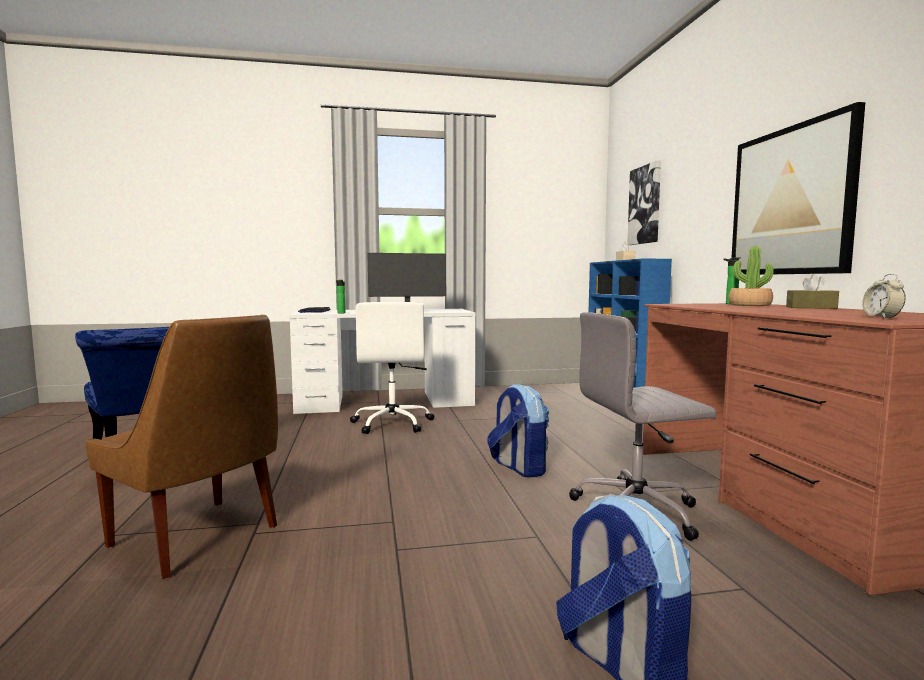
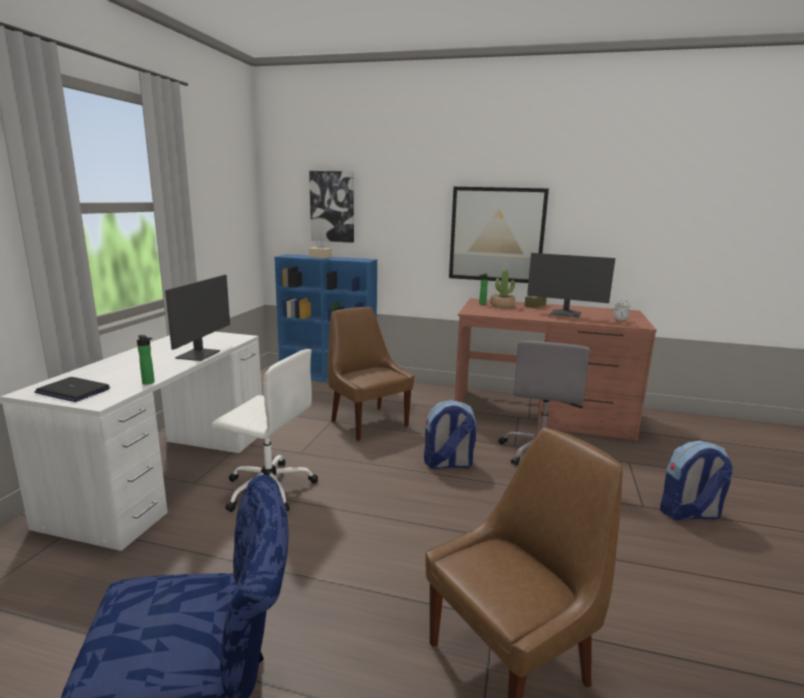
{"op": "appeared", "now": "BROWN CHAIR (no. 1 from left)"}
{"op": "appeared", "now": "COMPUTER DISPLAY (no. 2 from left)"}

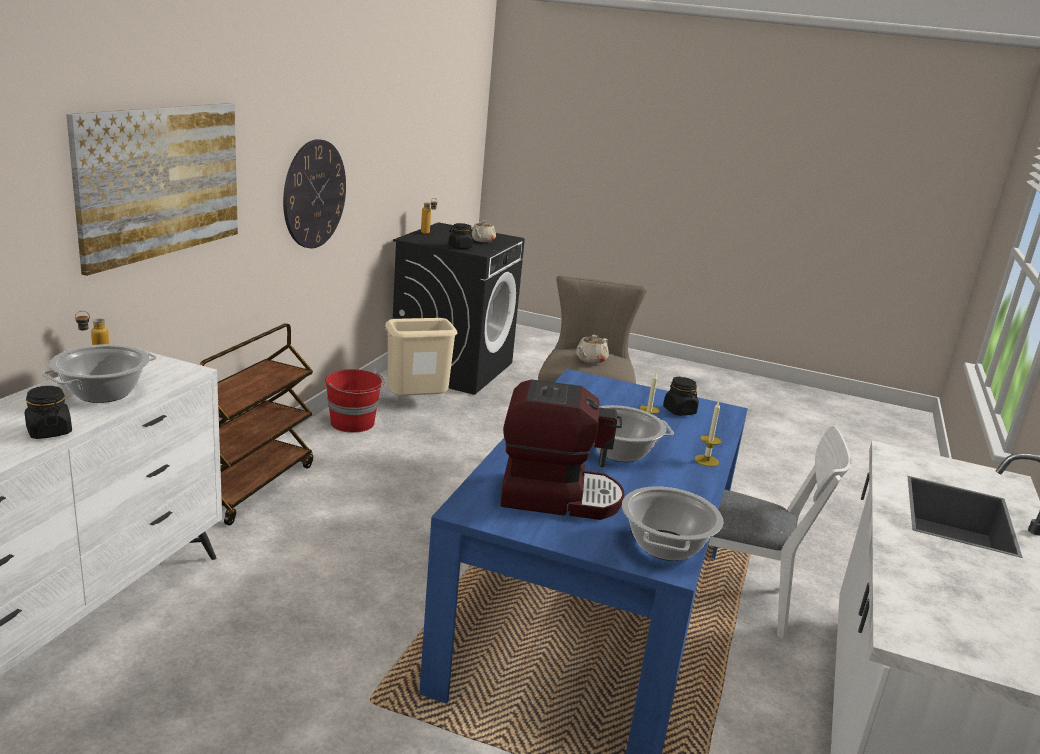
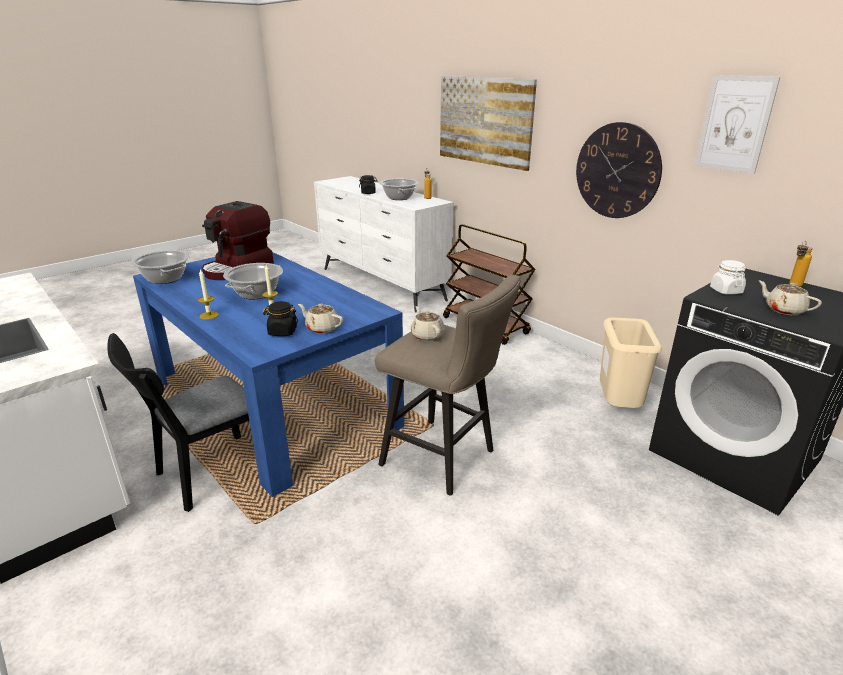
{"op": "colour", "was": "WHITISH CHAIR", "now": "BLACKISH CHAIR"}
{"op": "appeared", "now": "BEIGE TEAPOT (no. 1 from left)"}
{"op": "appeared", "now": "PICTURE (no. 2 from left)"}
{"op": "colour", "was": "BLACKISH JAR (no. 2 from left)", "now": "WHITISH JAR"}
{"op": "missing", "was": "REDDISH PAIL"}

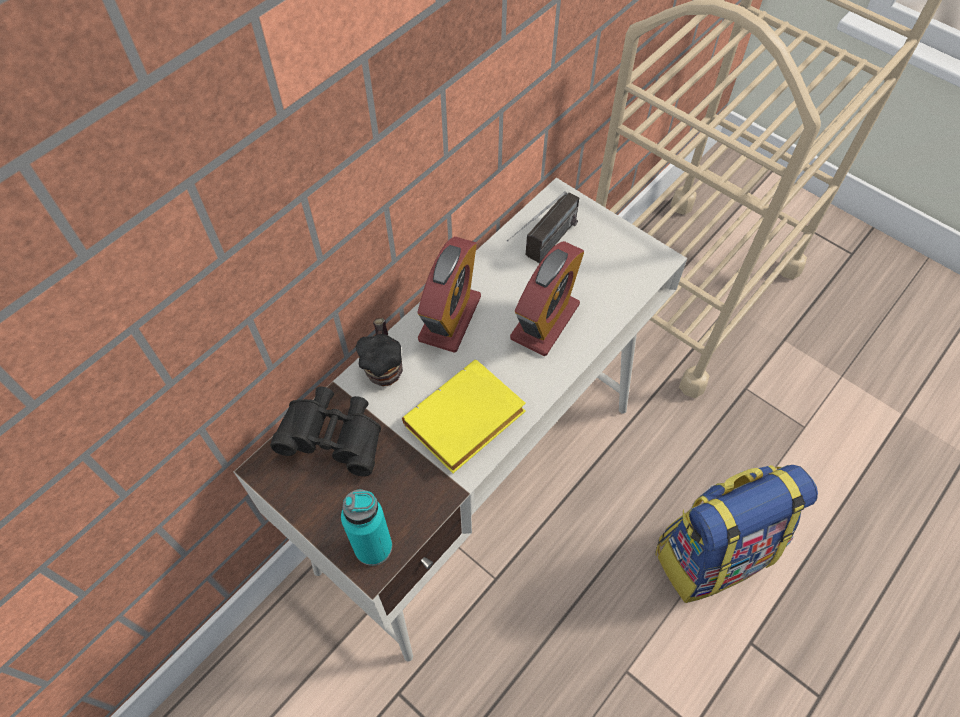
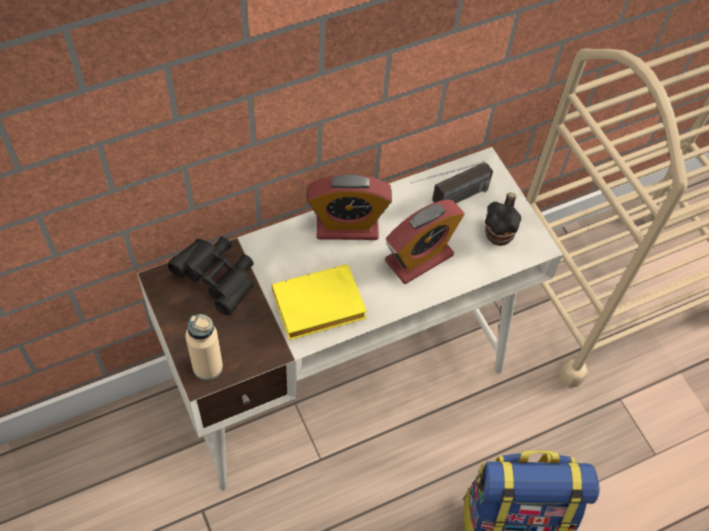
{"op": "colour", "was": "BLUE-GREEN BEVERAGE BOTTLE", "now": "BEIGE BEVERAGE BOTTLE"}
{"op": "spun", "was": "ALARM CLOCK (no. 1 from left)", "clockwise": 45}
{"op": "relocated", "was": "COFFEE MUG"}

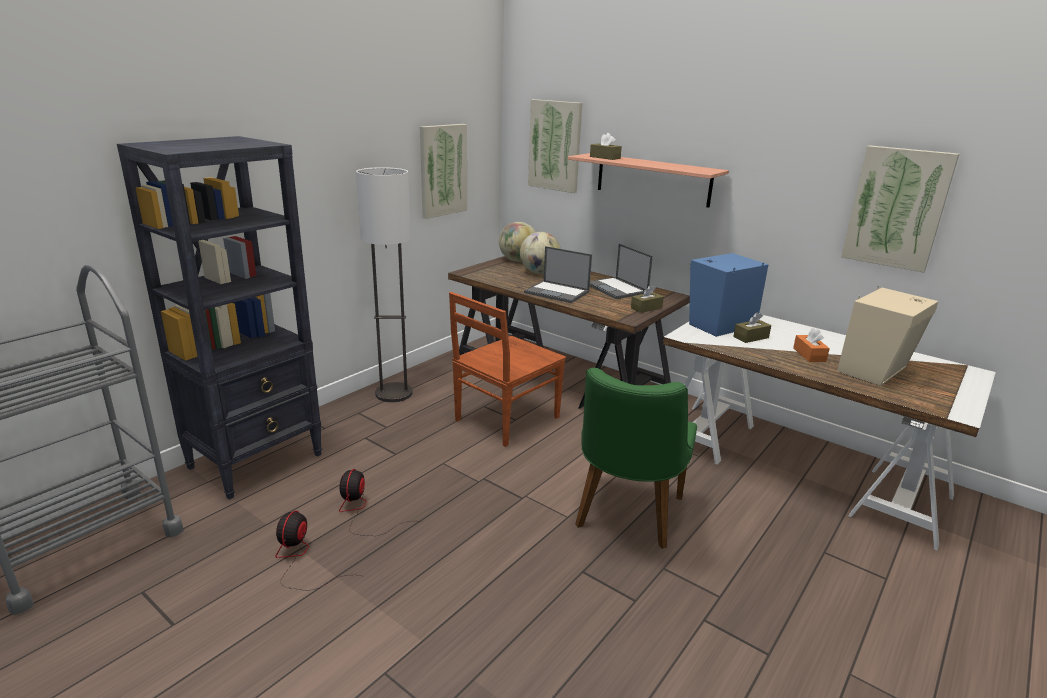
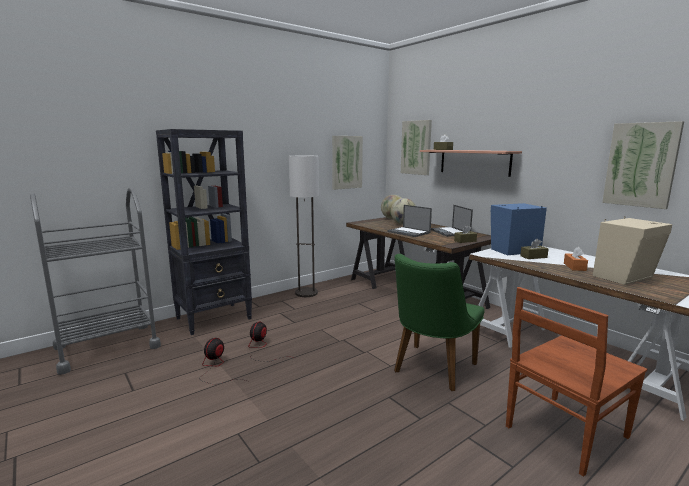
{"op": "relocated", "was": "BROWN CHAIR"}

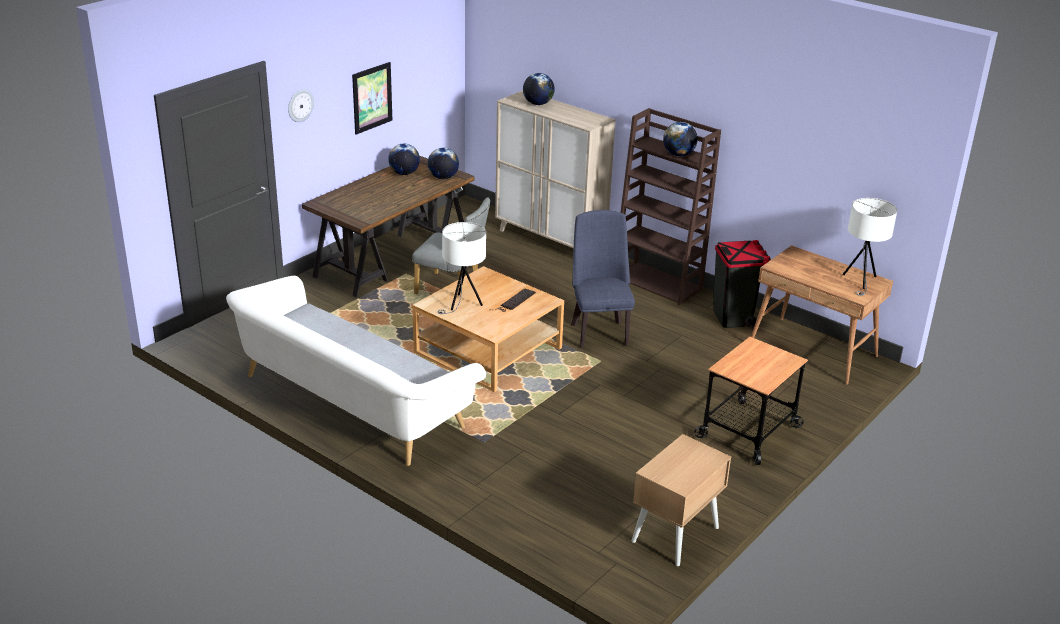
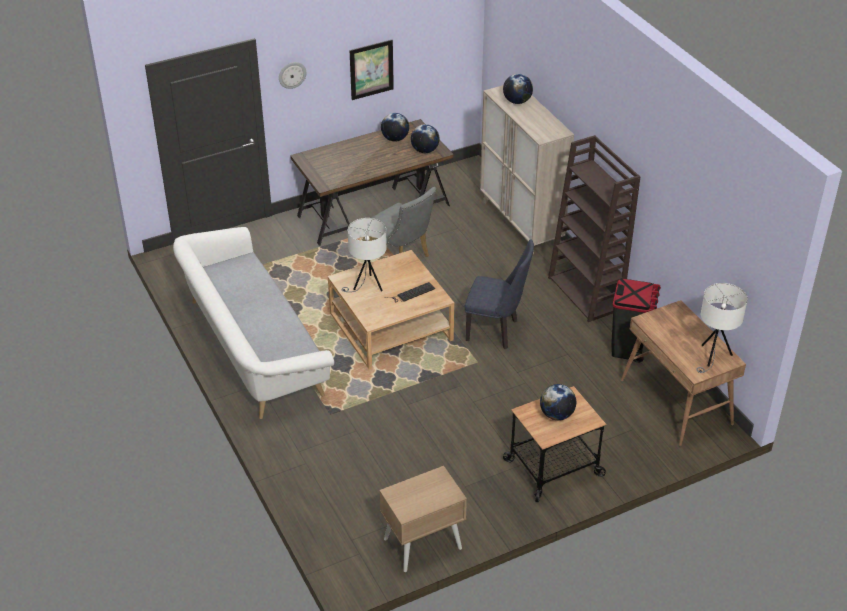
{"op": "spun", "was": "BLUISH CHAIR", "clockwise": 90}
{"op": "relocated", "was": "DESK GLOBE (no. 4 from left)"}

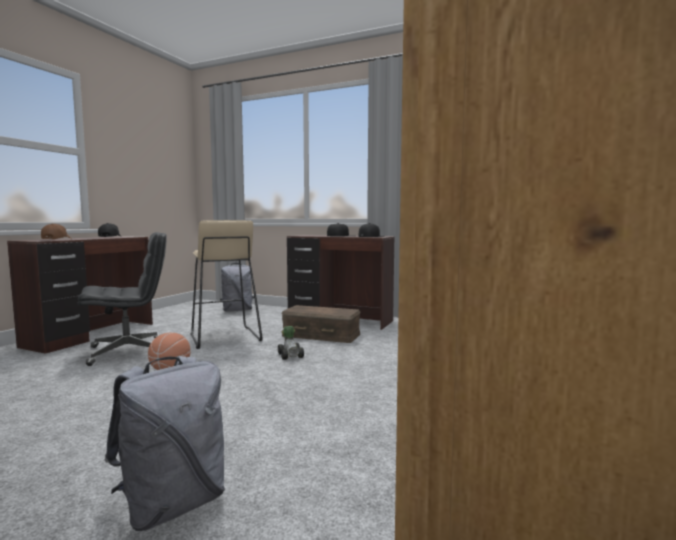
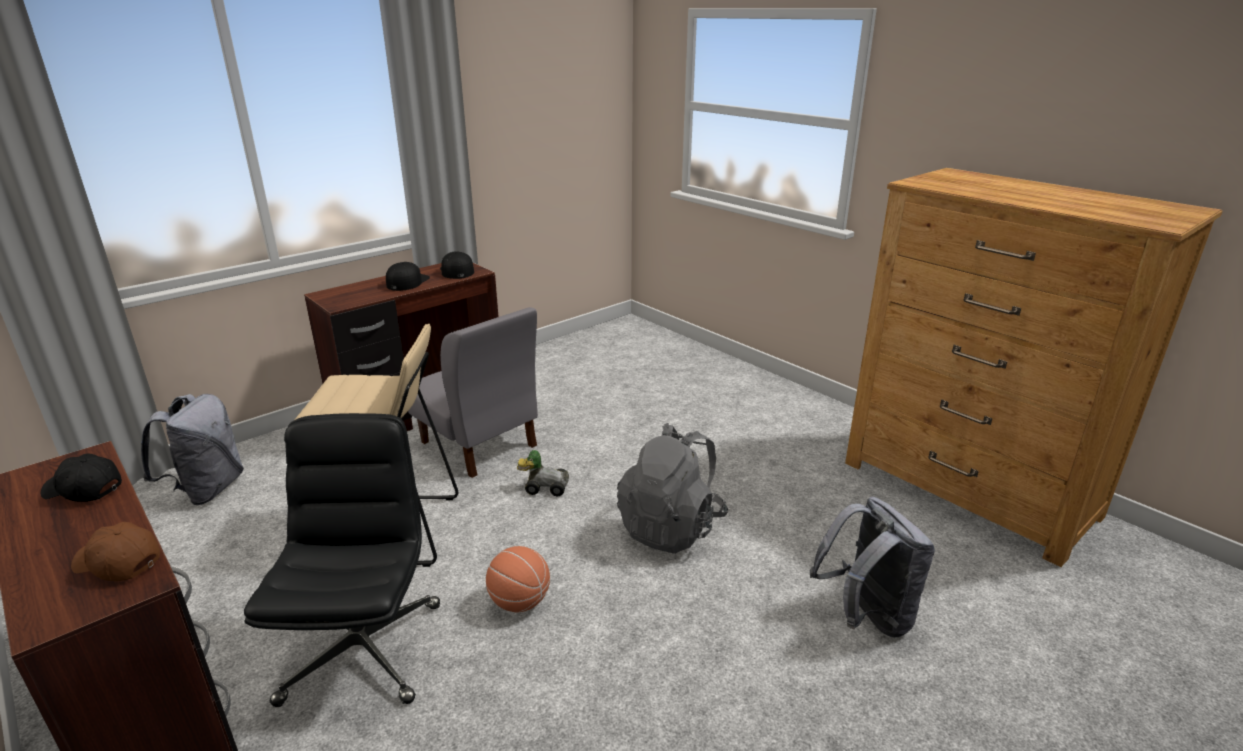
{"op": "exchanged", "was": "BROWN STORAGE BOX", "now": "GREY CHAIR"}
{"op": "appeared", "now": "GREY BACKPACK (no. 2 from left)"}

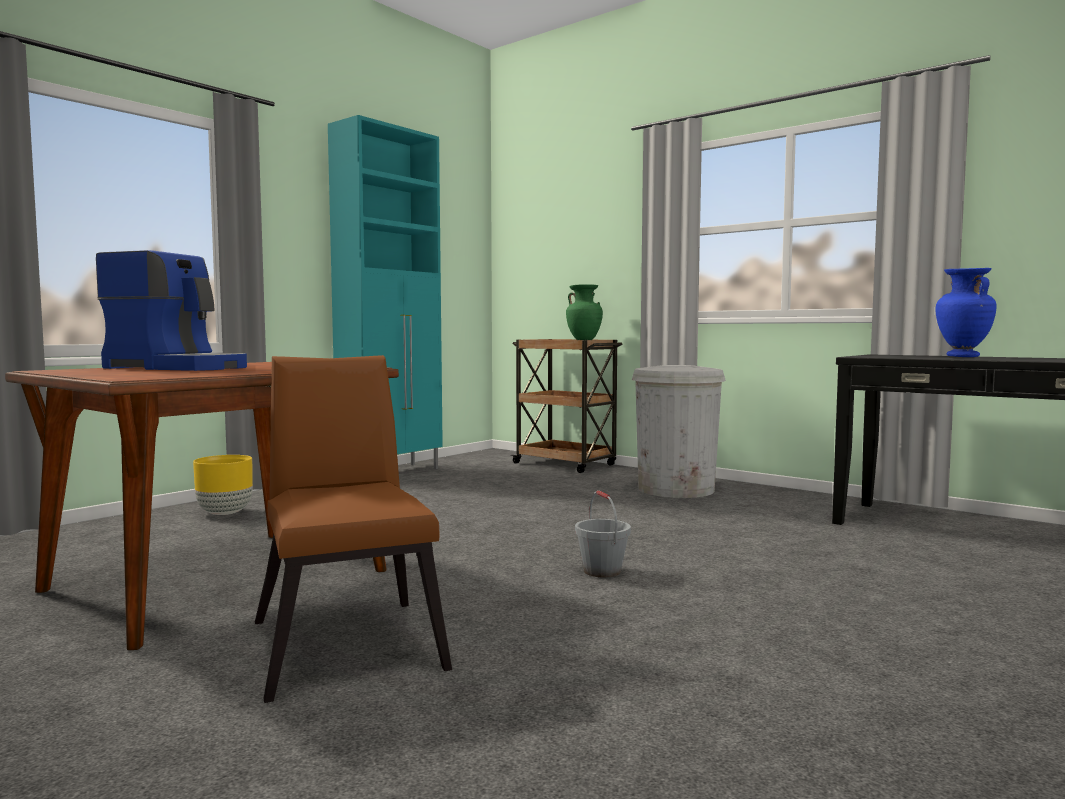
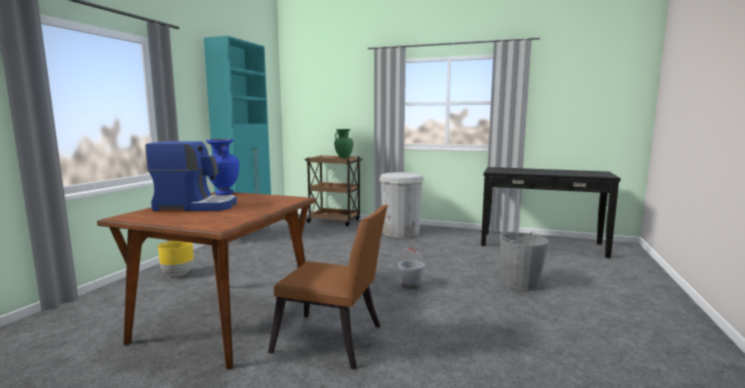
{"op": "relocated", "was": "BLUISH DECORATIVE VASE"}
{"op": "spun", "was": "BROWN CHAIR", "clockwise": 150}
{"op": "appeared", "now": "GREY PAIL (no. 2 from left)"}

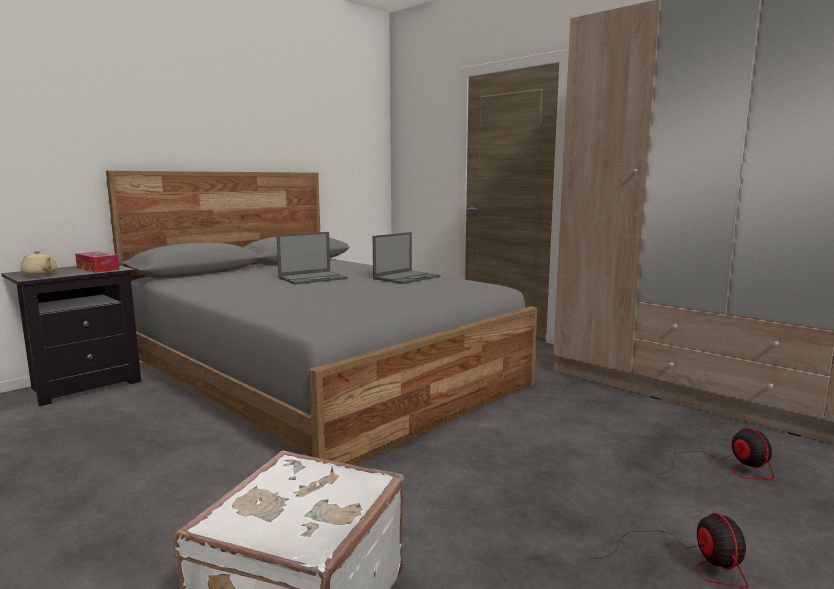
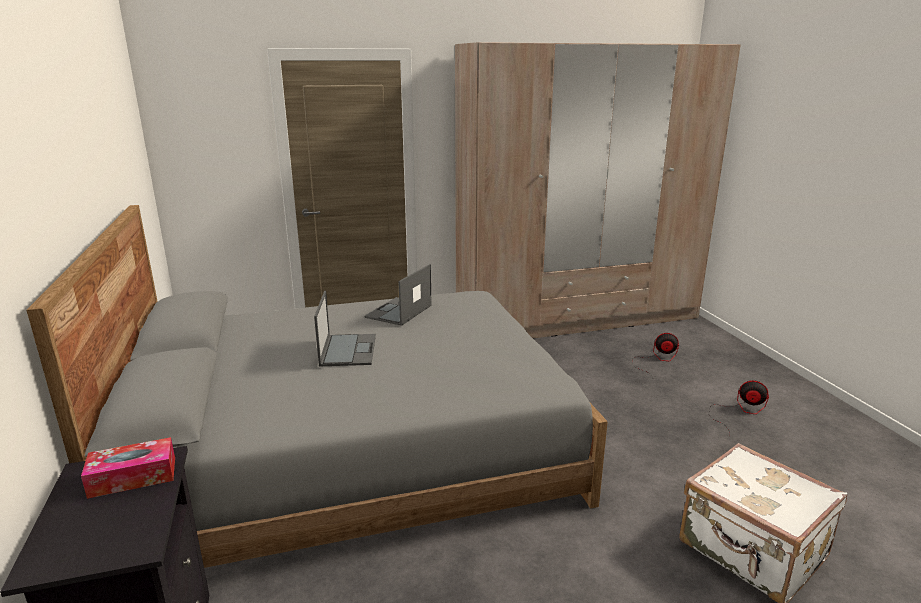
{"op": "spun", "was": "PORTABLE COMPUTER (no. 2 from left)", "clockwise": -135}
{"op": "missing", "was": "BEIGE TEAPOT"}

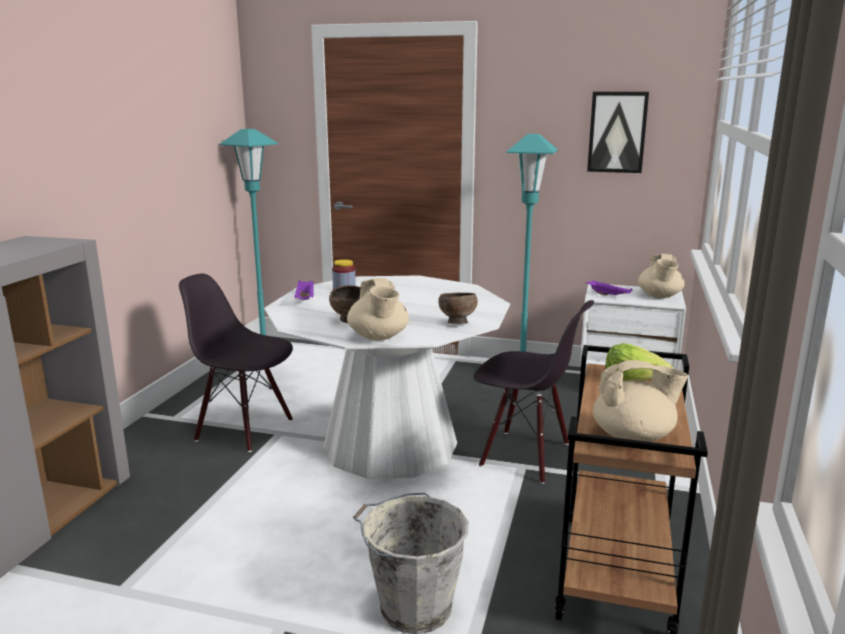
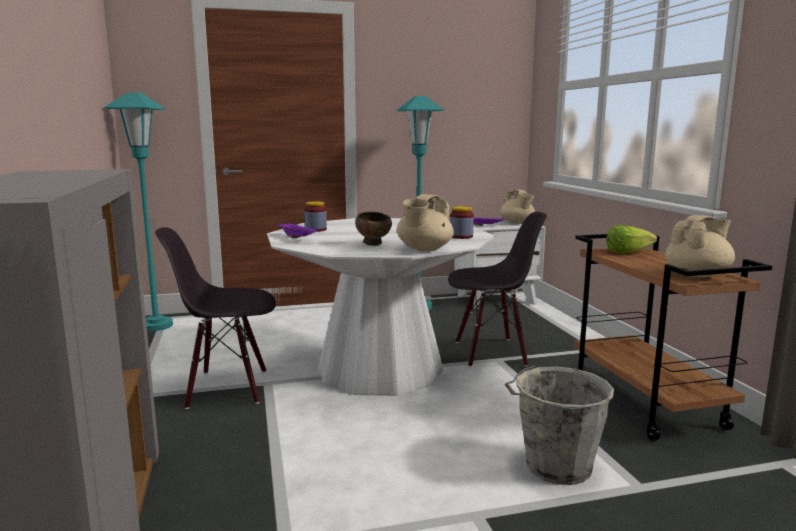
{"op": "spun", "was": "BEIGE TEAPOT (no. 1 from left)", "clockwise": 75}
{"op": "exchanged", "was": "BROWN DEEP DISH (no. 2 from left)", "now": "JAR (no. 2 from left)"}
{"op": "missing", "was": "PICTURE"}

